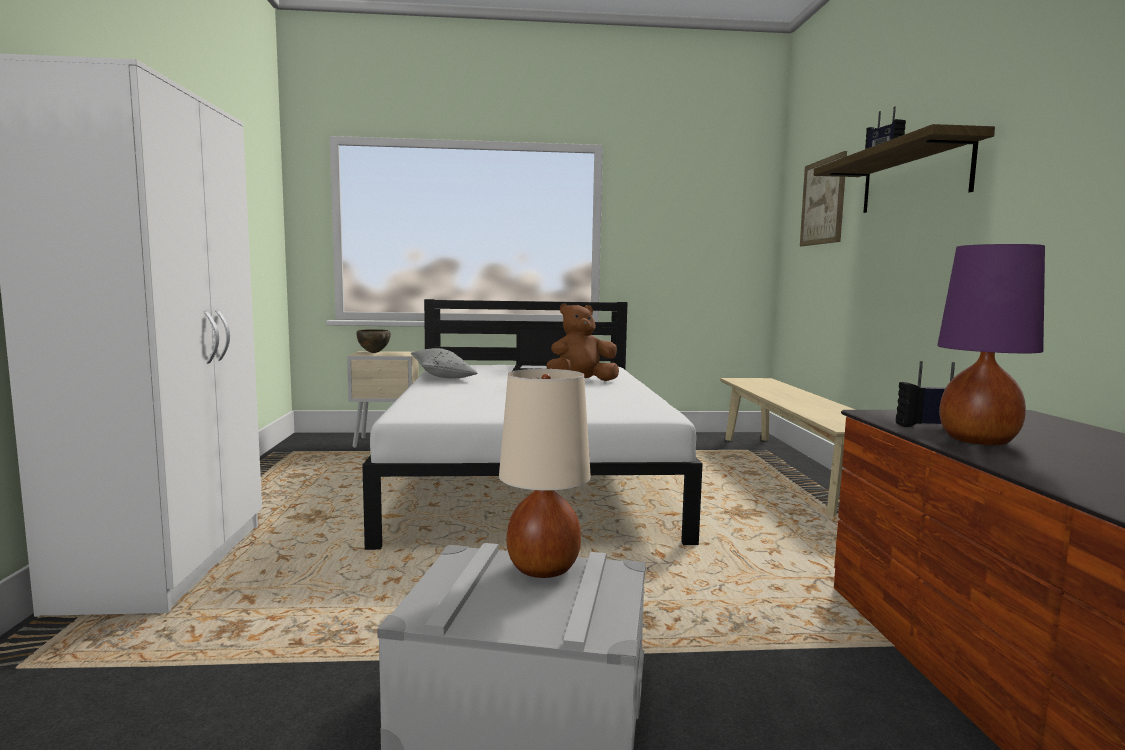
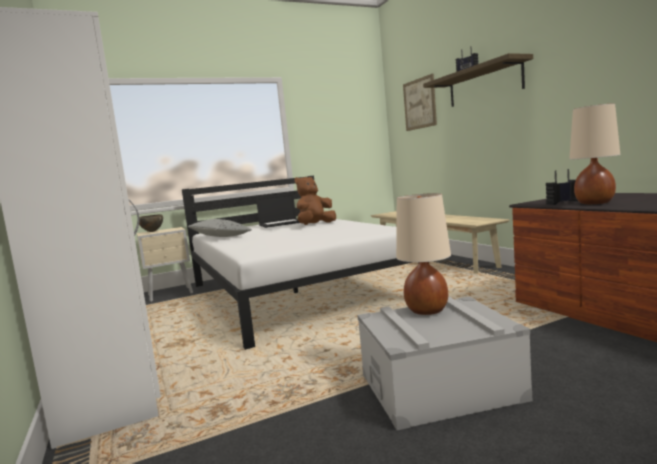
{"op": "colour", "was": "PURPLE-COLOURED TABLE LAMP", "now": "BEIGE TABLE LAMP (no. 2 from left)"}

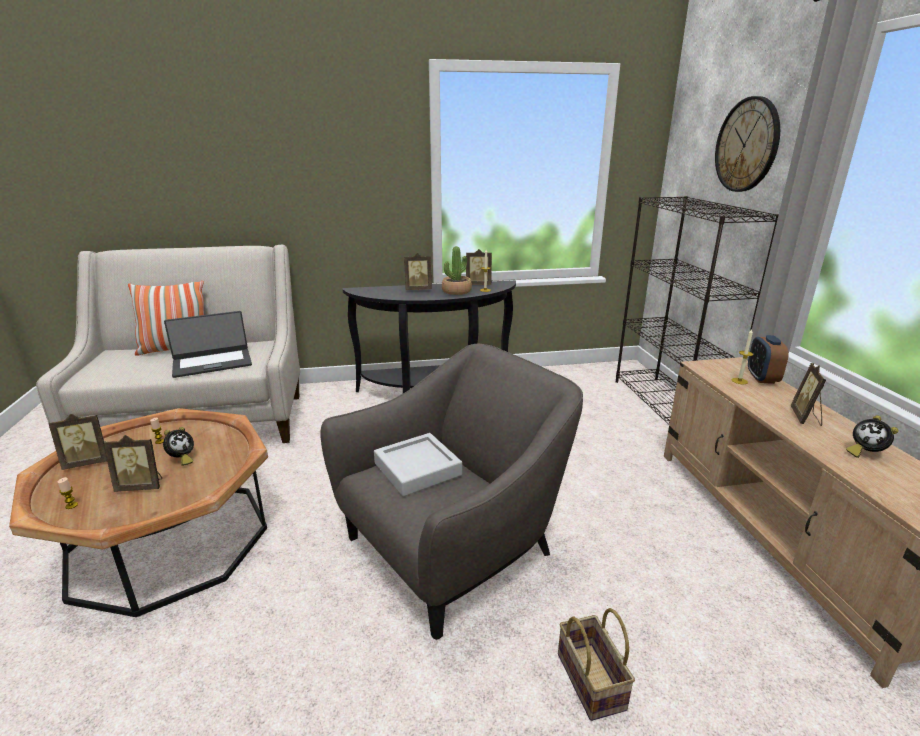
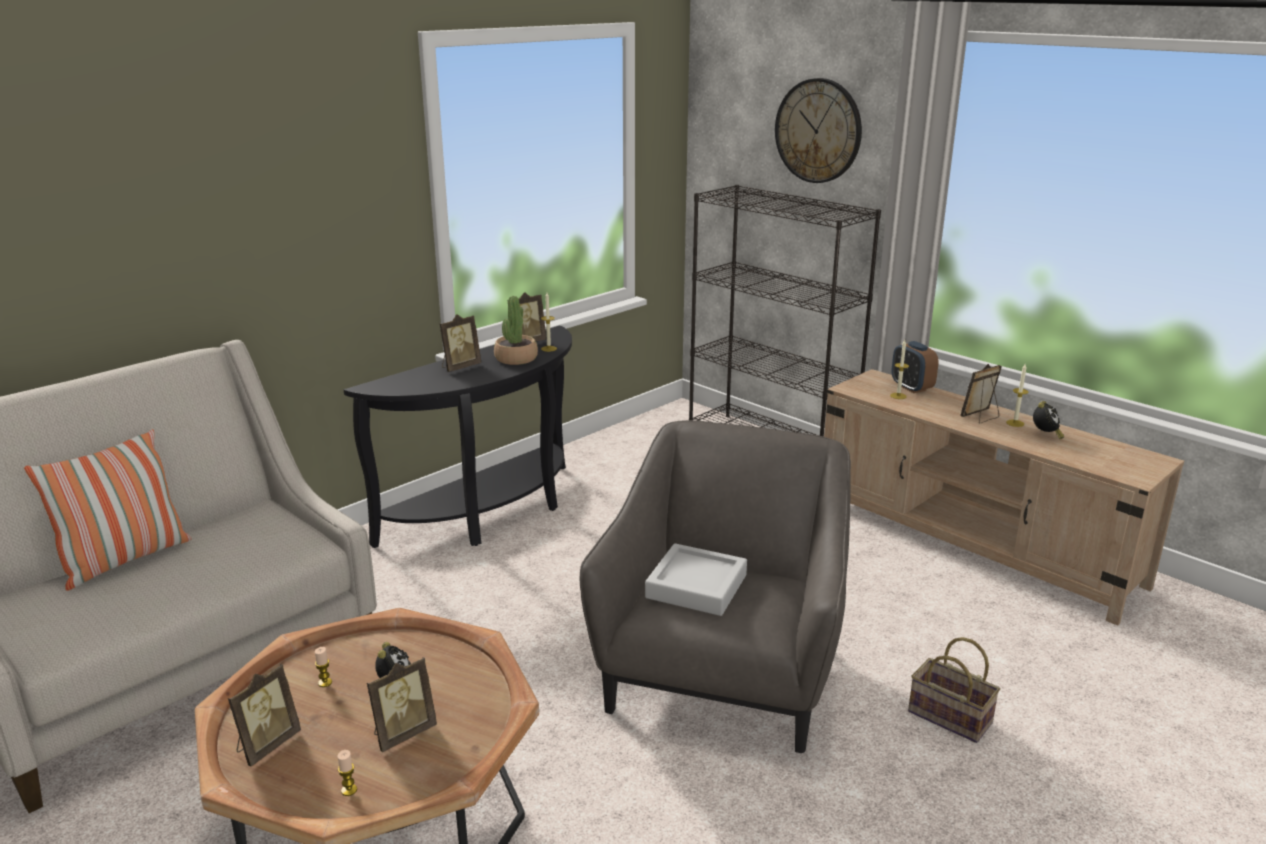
{"op": "spun", "was": "PHOTO FRAME (no. 5 from left)", "clockwise": 75}
{"op": "appeared", "now": "WAX CANDLE (no. 5 from left)"}
{"op": "spun", "was": "ALARM CLOCK (no. 3 from left)", "clockwise": -90}
{"op": "missing", "was": "PORTABLE COMPUTER"}

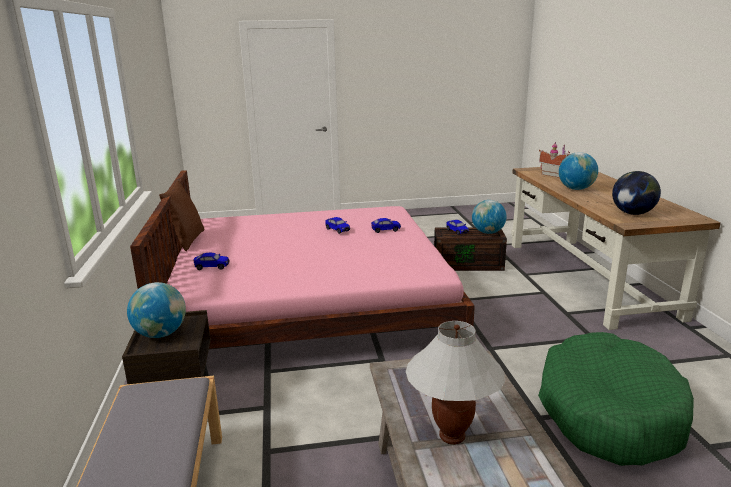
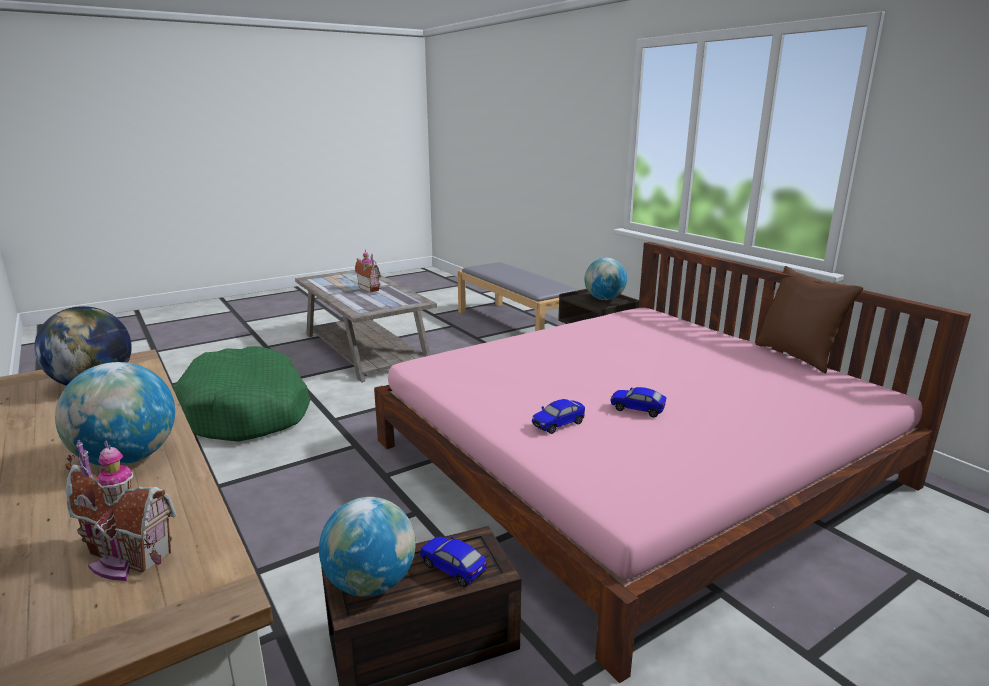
{"op": "exchanged", "was": "WHITISH TABLE LAMP", "now": "MODEL HOUSE (no. 2 from left)"}
{"op": "missing", "was": "MINIATURE CAR (no. 1 from left)"}

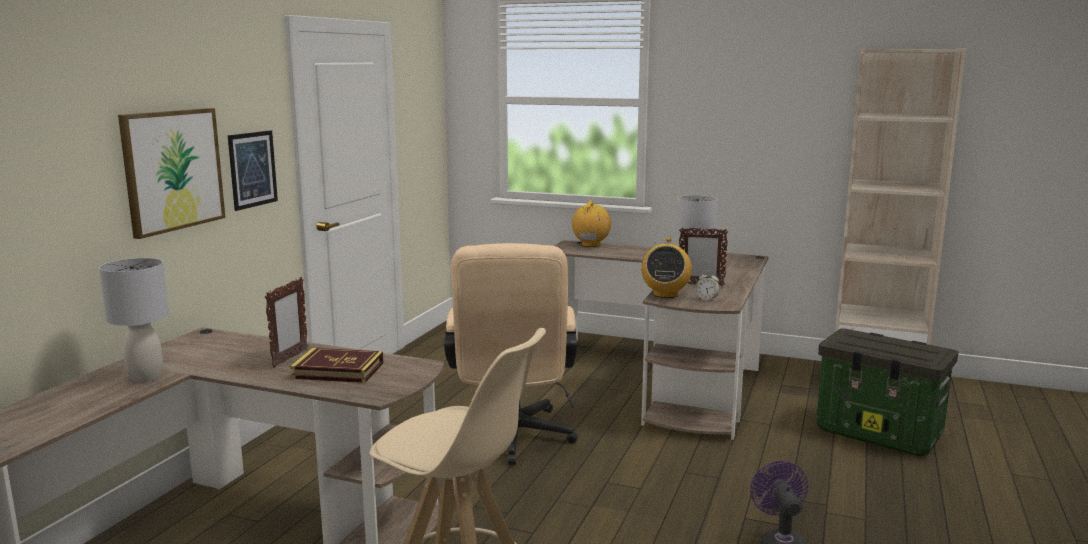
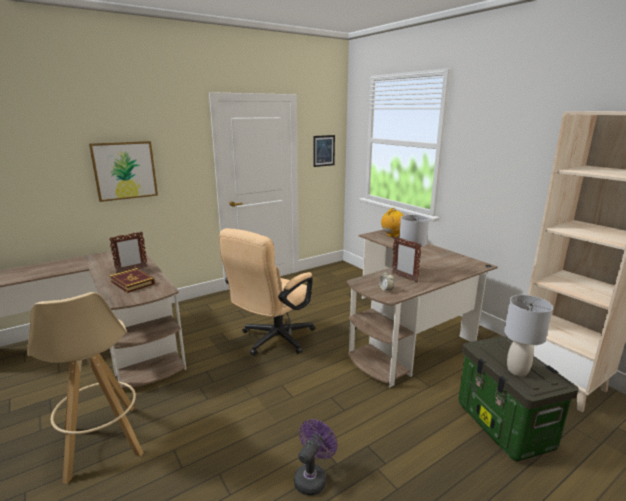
{"op": "relocated", "was": "PICTURE (no. 2 from left)"}
{"op": "relocated", "was": "GREY TABLE LAMP (no. 1 from left in the first image)", "now": "GREY TABLE LAMP (no. 2 from left)"}
{"op": "missing", "was": "RADIO RECEIVER (no. 2 from left)"}

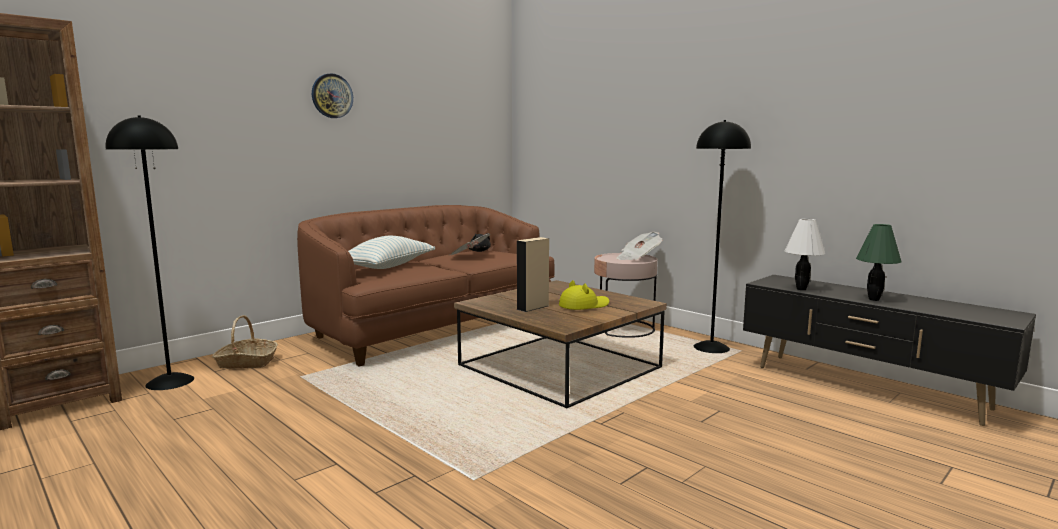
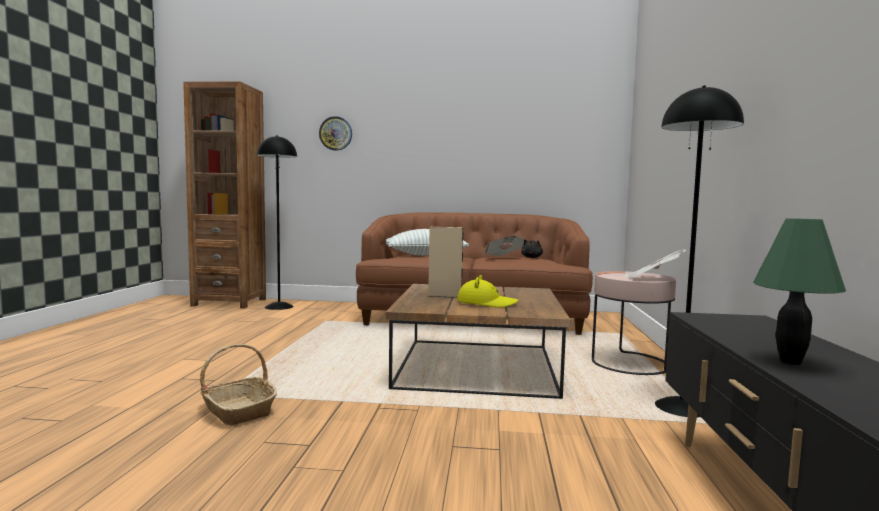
{"op": "relocated", "was": "STORAGE BASKET"}
{"op": "relocated", "was": "CLOCK ON THE WALL"}
{"op": "missing", "was": "WHITISH TABLE LAMP"}

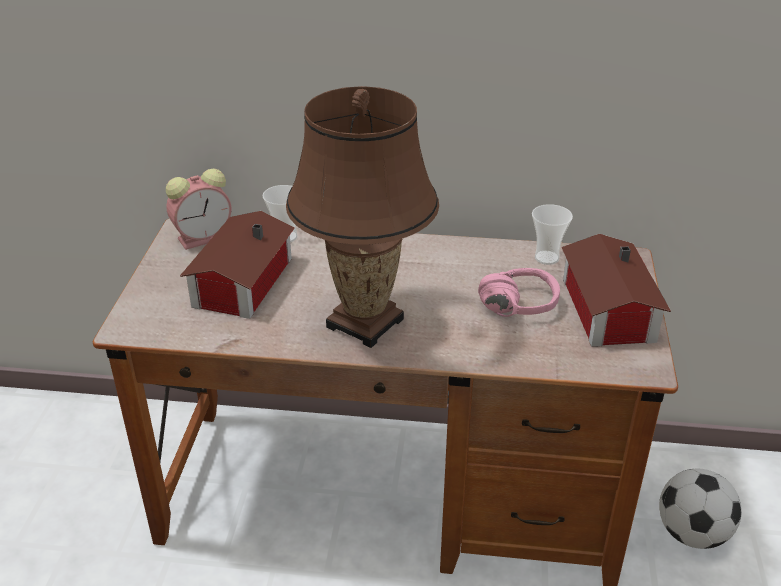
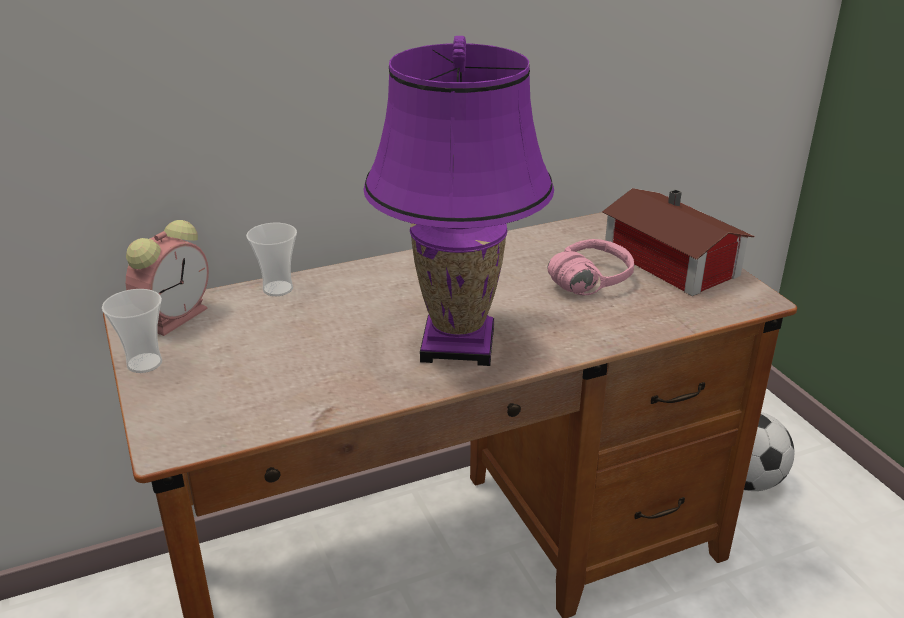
{"op": "relocated", "was": "CUP (no. 2 from left in the first image)", "now": "CUP (no. 1 from left)"}
{"op": "colour", "was": "BROWN TABLE LAMP", "now": "PURPLE-COLOURED TABLE LAMP"}
{"op": "missing", "was": "MODEL HOUSE (no. 1 from left)"}

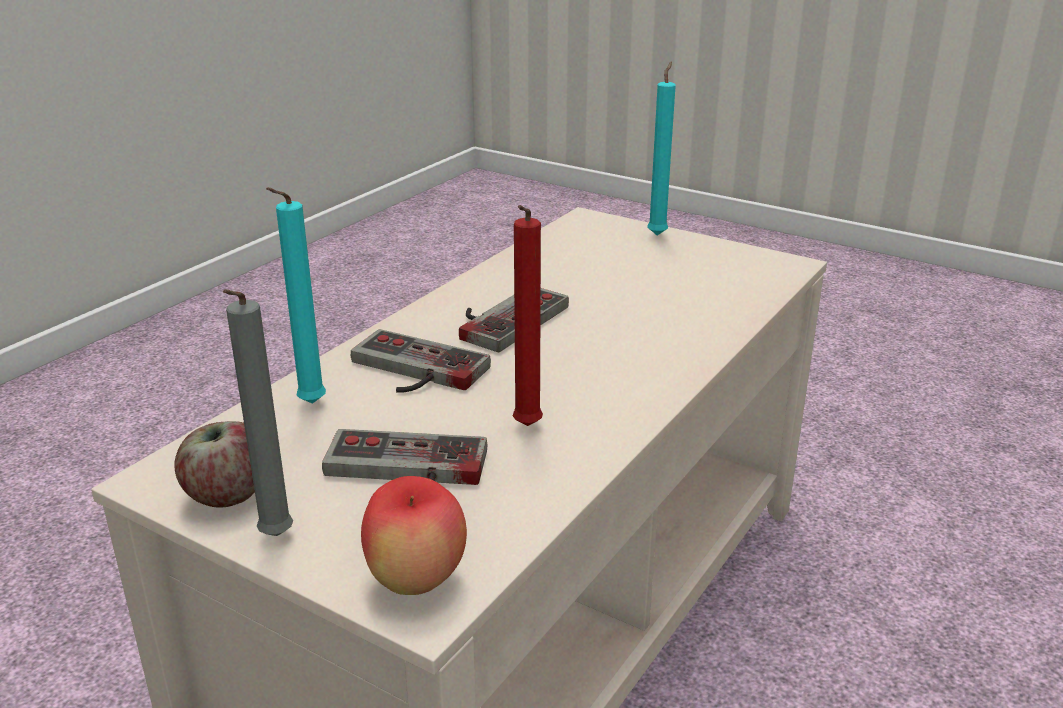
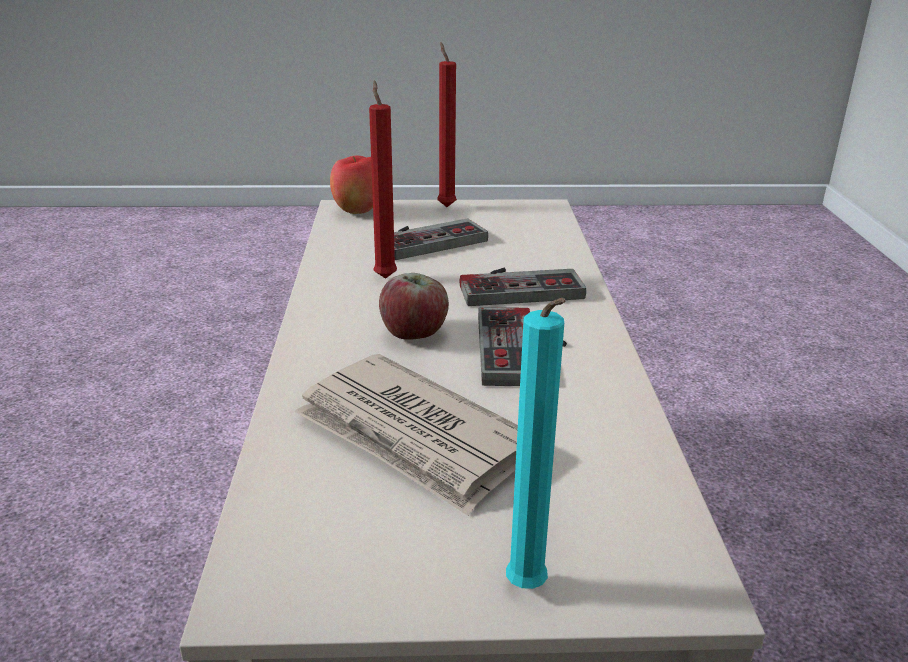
{"op": "appeared", "now": "PRINTED PAPER"}
{"op": "relocated", "was": "APPLE FRUIT (no. 1 from left in the first image)", "now": "APPLE FRUIT (no. 2 from left)"}
{"op": "colour", "was": "GREY WAX CANDLE", "now": "REDDISH WAX CANDLE (no. 2 from left)"}
{"op": "missing", "was": "BLUE-GREEN WAX CANDLE (no. 1 from left)"}

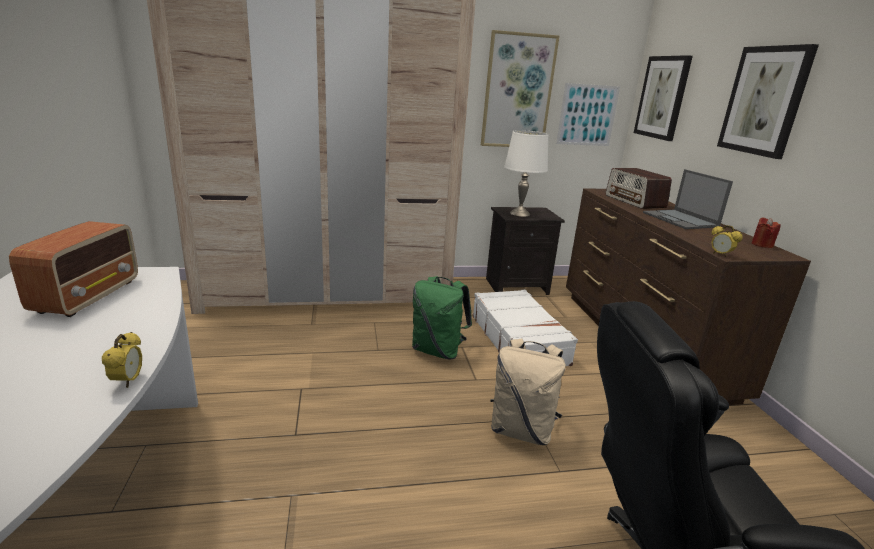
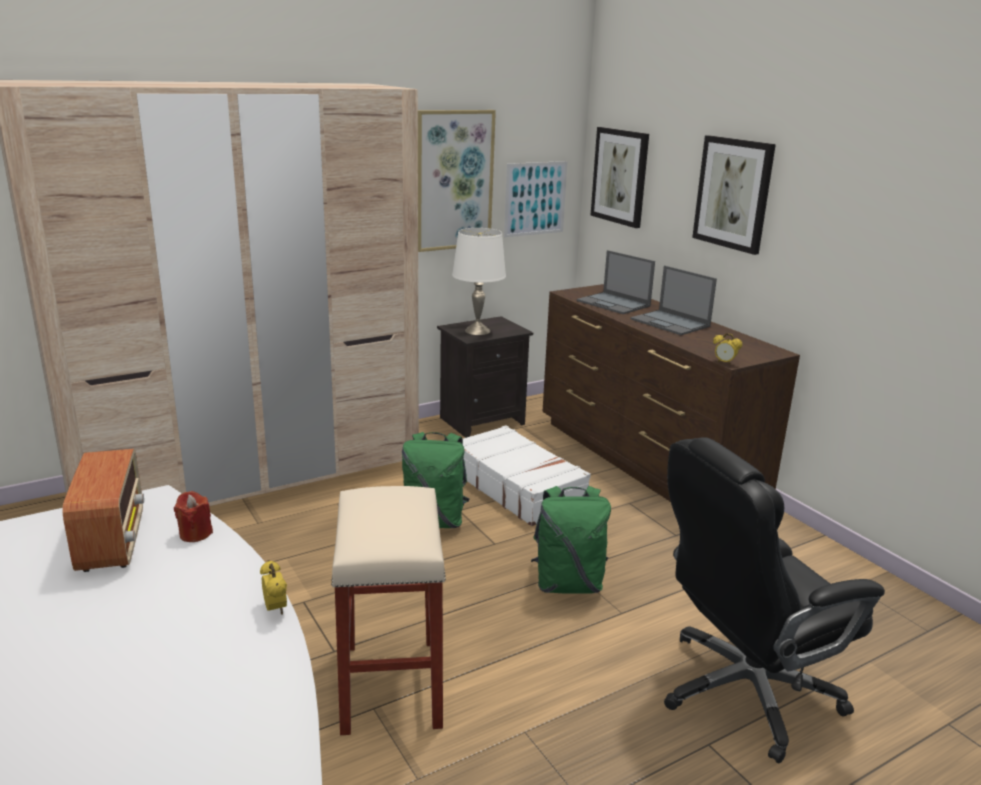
{"op": "relocated", "was": "REDDISH WAX CANDLE"}
{"op": "appeared", "now": "BEIGE STOOL SEAT"}
{"op": "colour", "was": "BEIGE BACKPACK", "now": "GREEN BACKPACK (no. 2 from left)"}
{"op": "exchanged", "was": "RADIO RECEIVER (no. 2 from left)", "now": "PORTABLE COMPUTER (no. 1 from left)"}

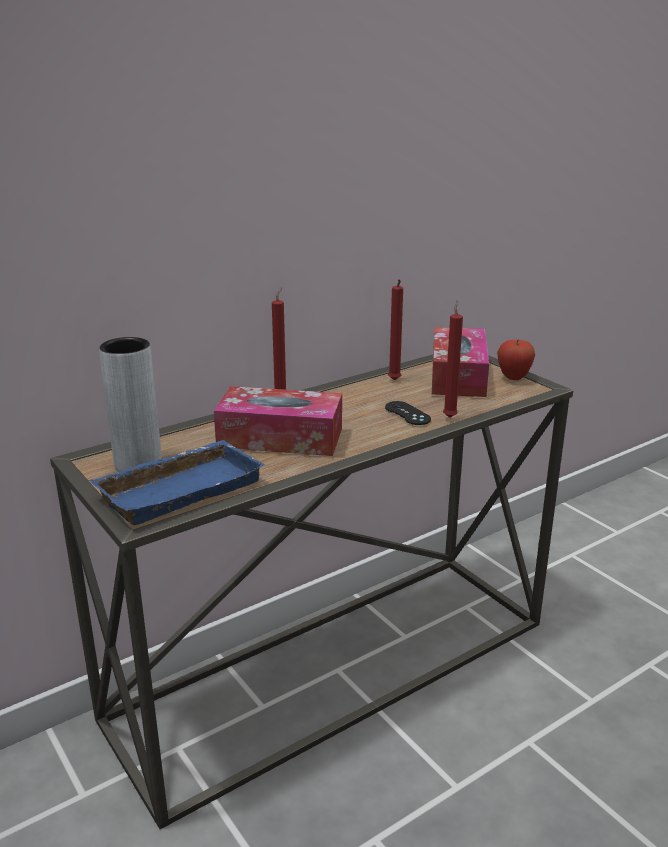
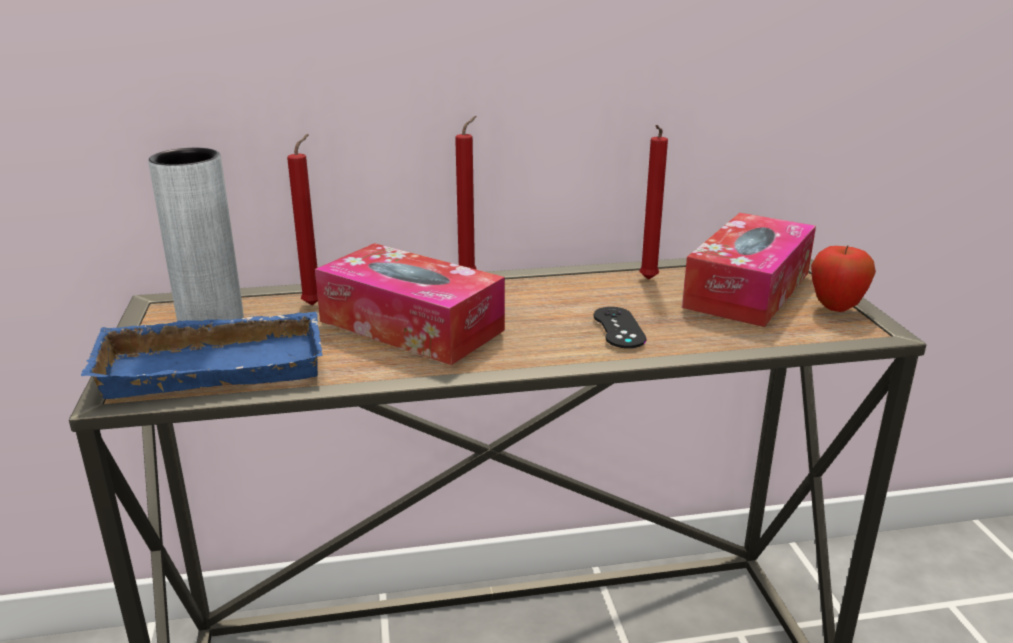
{"op": "relocated", "was": "REDDISH WAX CANDLE (no. 3 from left in the first image)", "now": "REDDISH WAX CANDLE (no. 1 from left)"}

